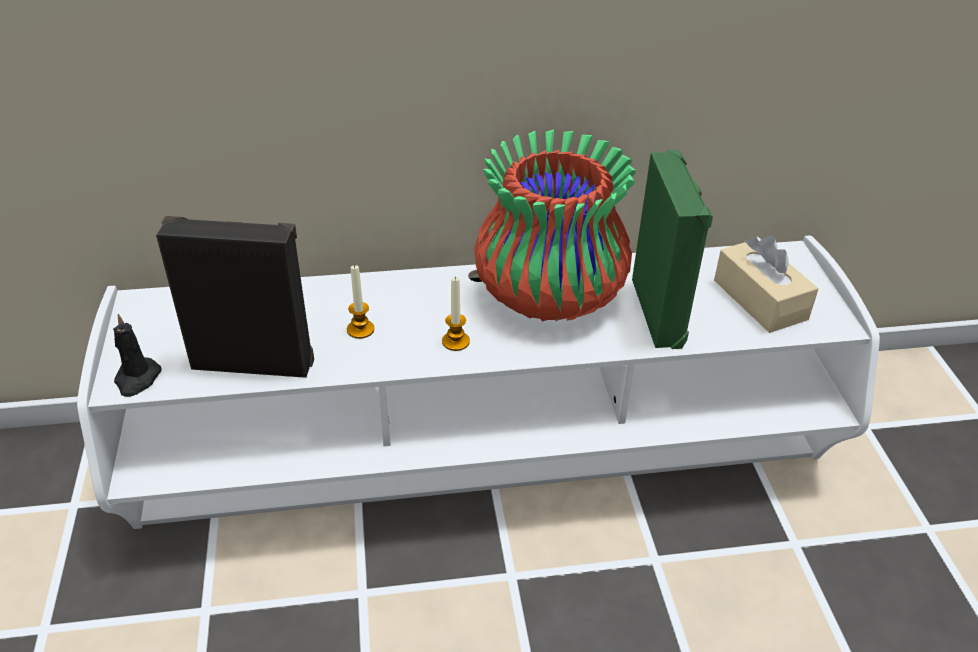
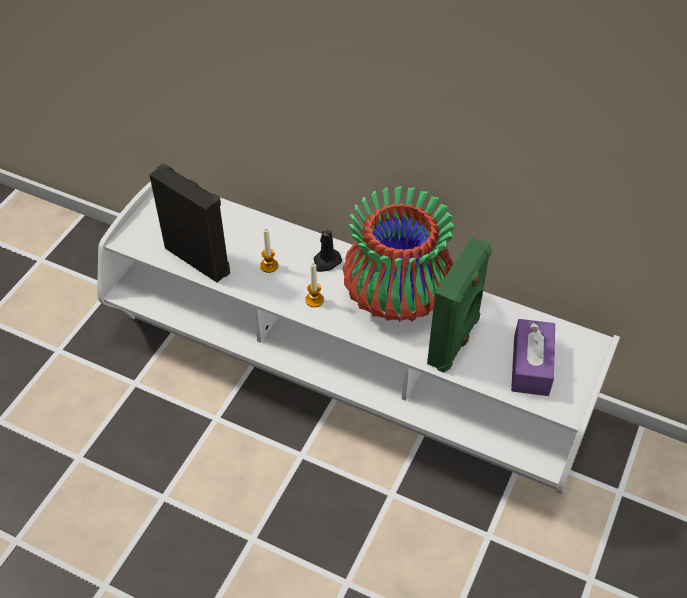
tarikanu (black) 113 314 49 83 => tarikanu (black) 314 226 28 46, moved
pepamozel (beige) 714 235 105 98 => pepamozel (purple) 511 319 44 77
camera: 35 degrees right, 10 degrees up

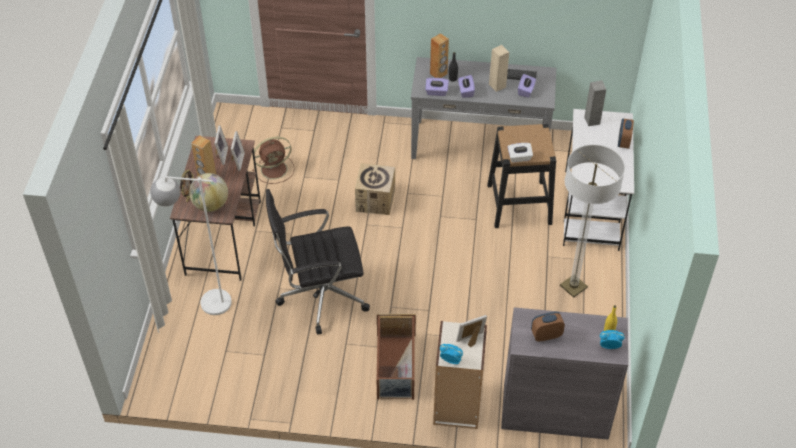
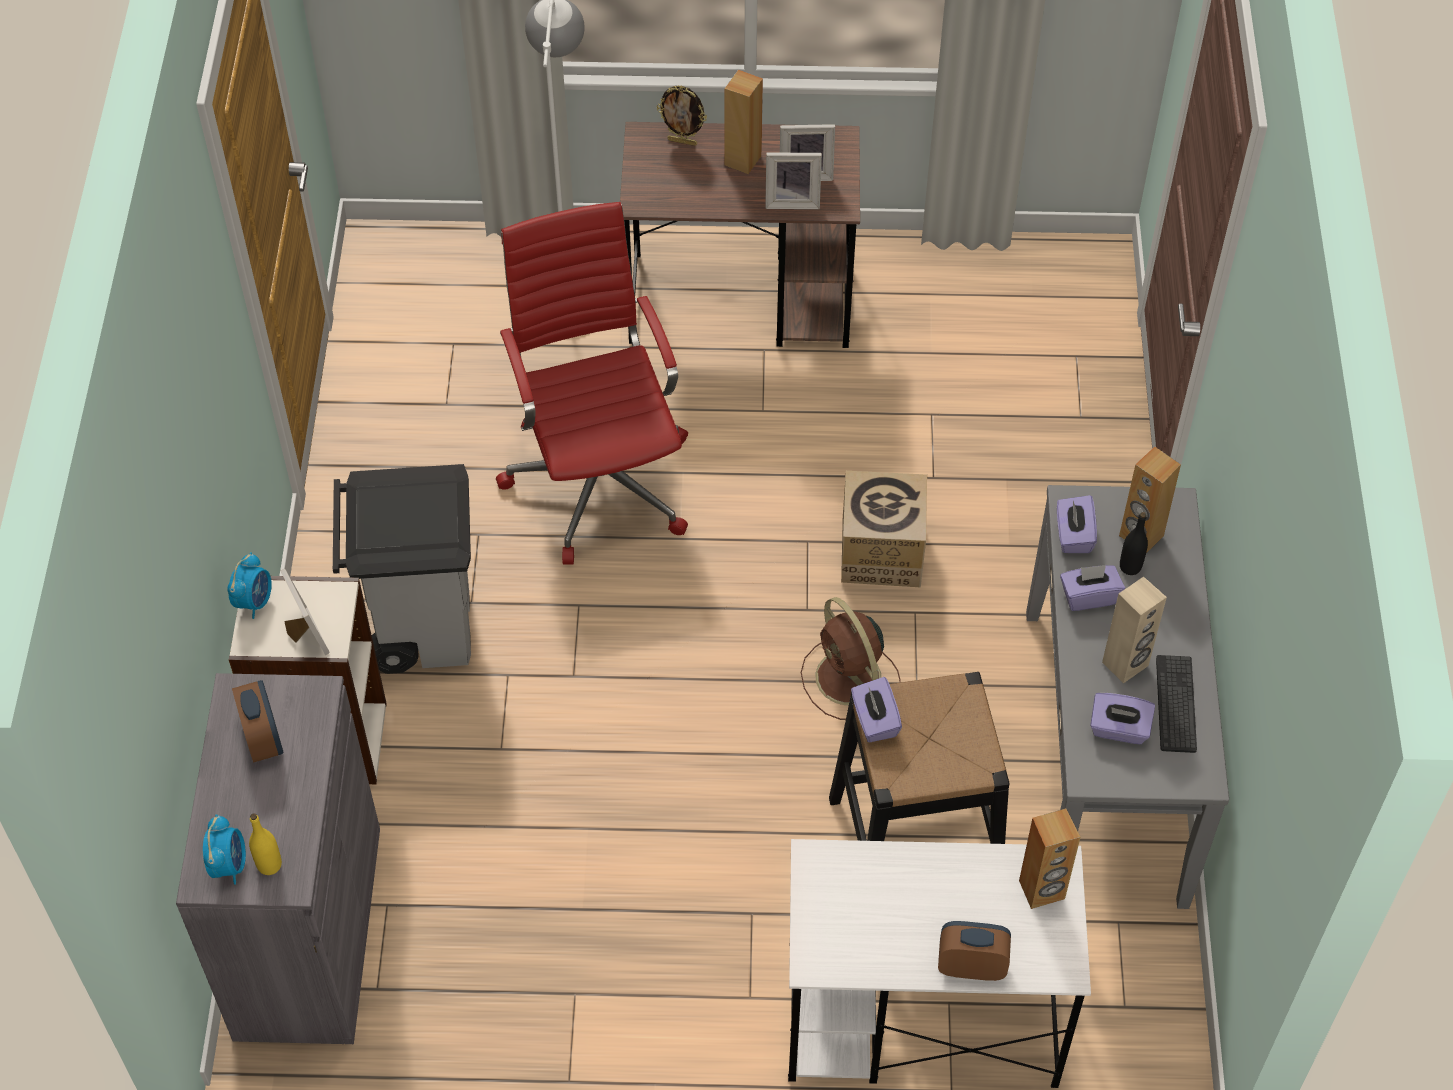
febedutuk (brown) 376 314 40 86 => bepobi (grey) 333 464 138 210
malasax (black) 266 189 104 146 => malasax (red) 496 202 192 363
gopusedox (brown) 252 137 42 47 => gopusedox (brown) 801 597 100 123, moved
pepamozel (white) 508 143 25 19 => pepamozel (purple) 851 677 51 65
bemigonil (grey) 584 80 22 46 => bemigonil (brown) 1019 808 61 101
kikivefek 189 173 39 39 => nothing
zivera 560 144 65 154 => nothing
camera: 85 degrees right, 5 degrees up

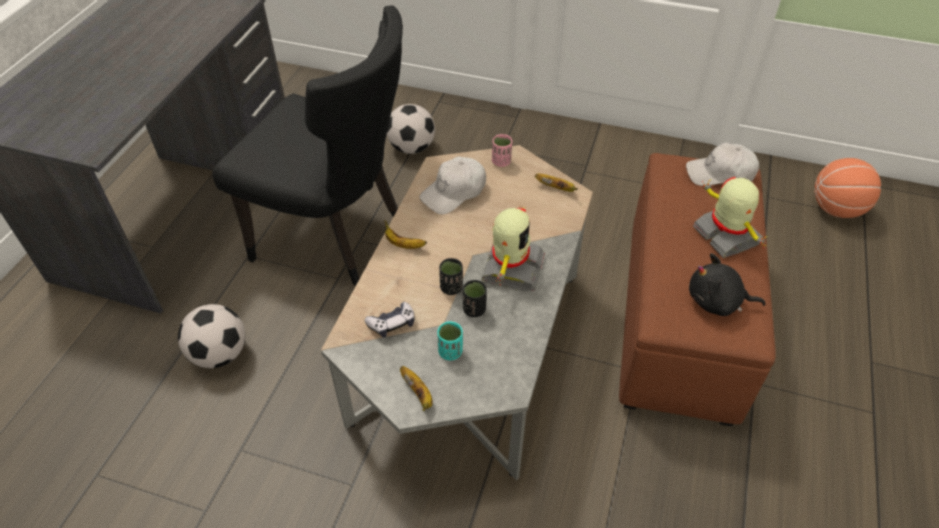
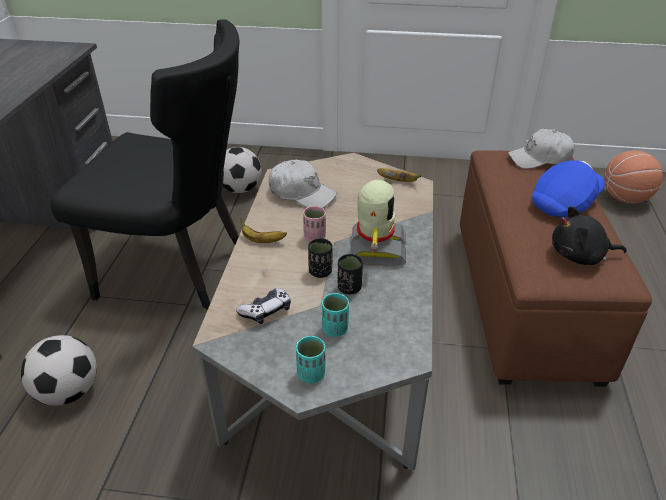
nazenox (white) 419 157 67 57 => nazenox (white) 268 160 69 48, 105 degrees counterclockwise
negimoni 400 366 33 45 => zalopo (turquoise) 296 336 29 47
zalopo (pink) 492 134 20 33 => zalopo (pink) 303 206 23 36, moved
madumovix 693 177 73 81 => nazenox (blue) 532 160 73 57
camera: 10 degrees left, 10 degrees down

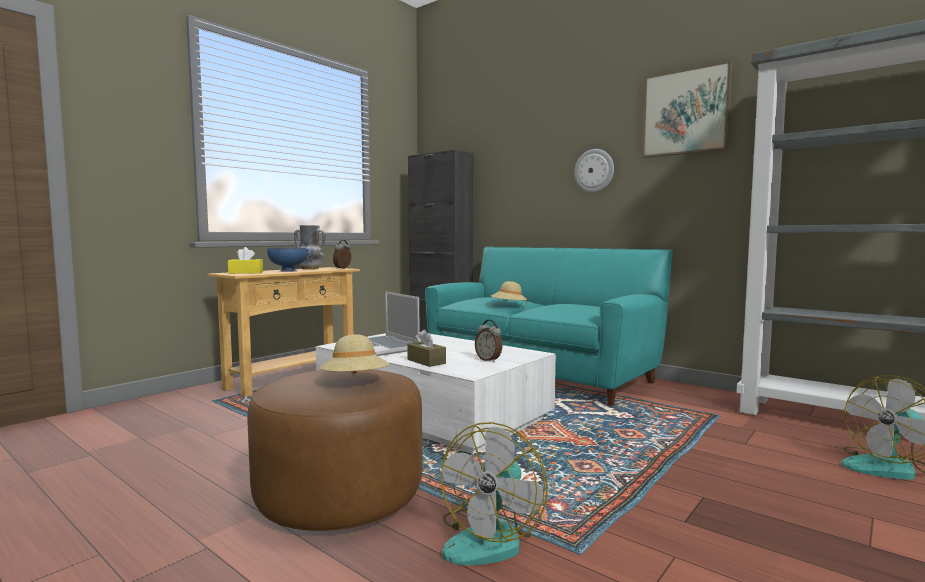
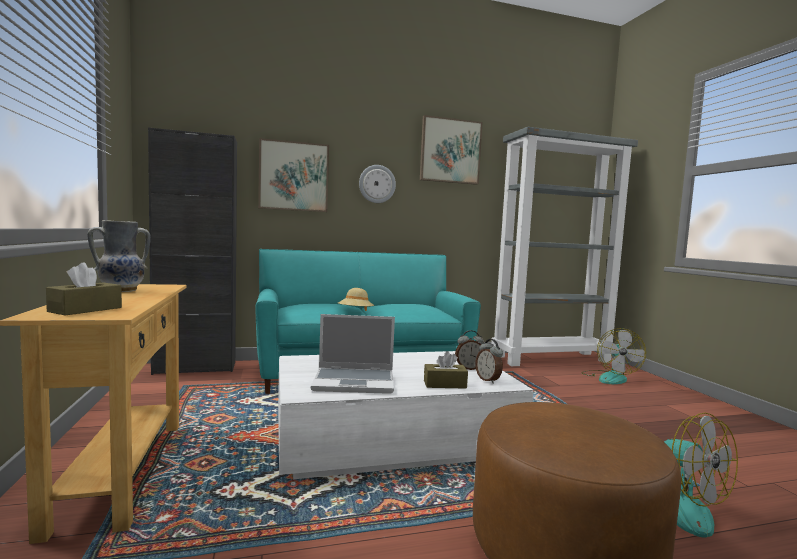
pepamozel (yellow) 228 247 35 27 => pepamozel (brown) 46 262 76 53
nothing => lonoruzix 258 138 71 74
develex 333 240 18 29 => develex 475 339 28 45, moved
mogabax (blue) 267 248 40 24 => nothing
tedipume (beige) 320 334 69 40 => nothing
camera: 55 degrees left, 0 degrees up

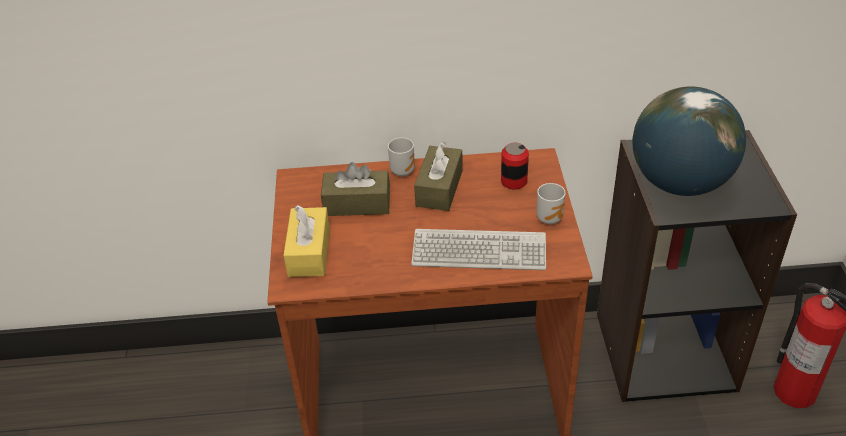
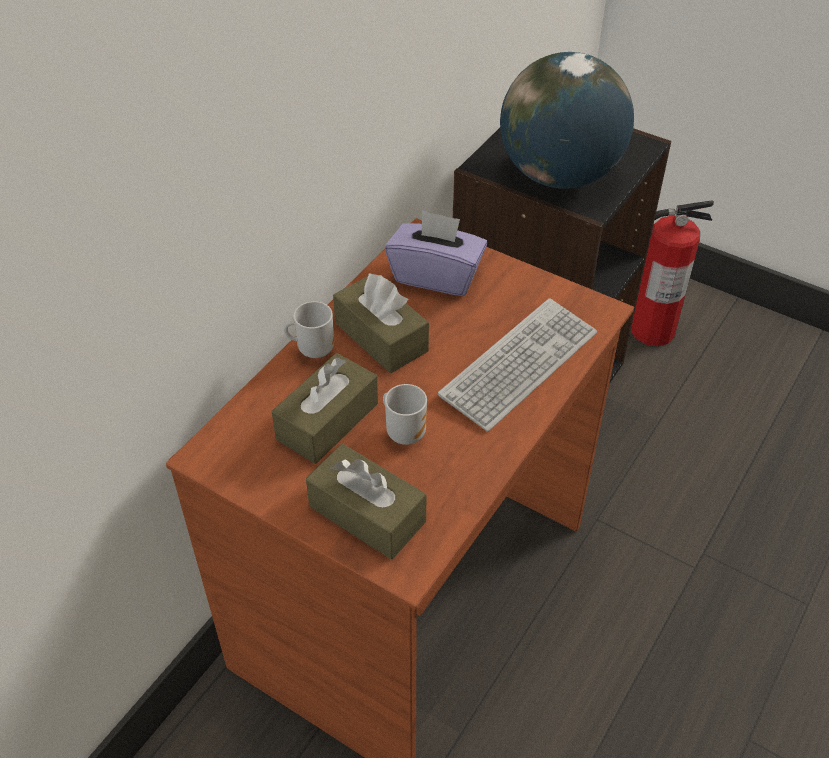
pepamozel (yellow) 283 205 47 72 => pepamozel (brown) 306 444 121 115
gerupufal 537 183 29 41 => gerupufal 383 384 44 61, moved
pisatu 501 143 28 46 => pepamozel (purple) 385 210 103 86
camera: 55 degrees left, 5 degrees up

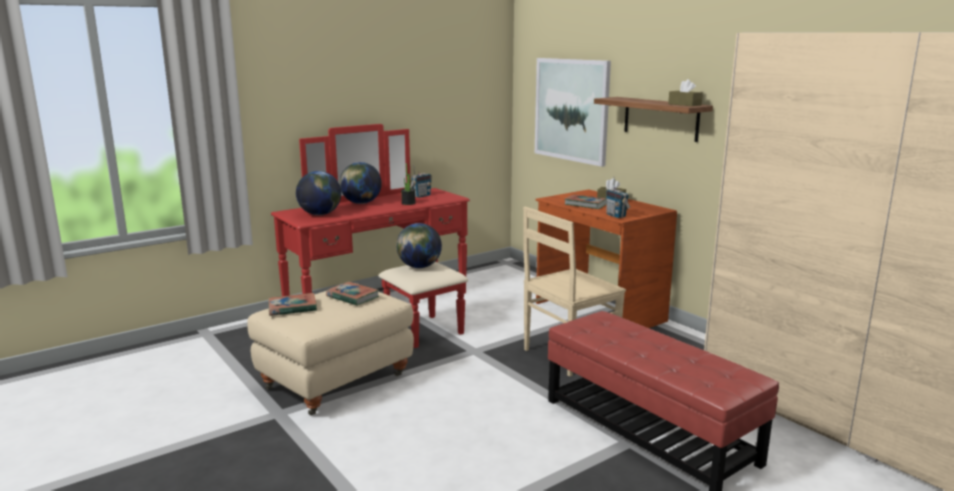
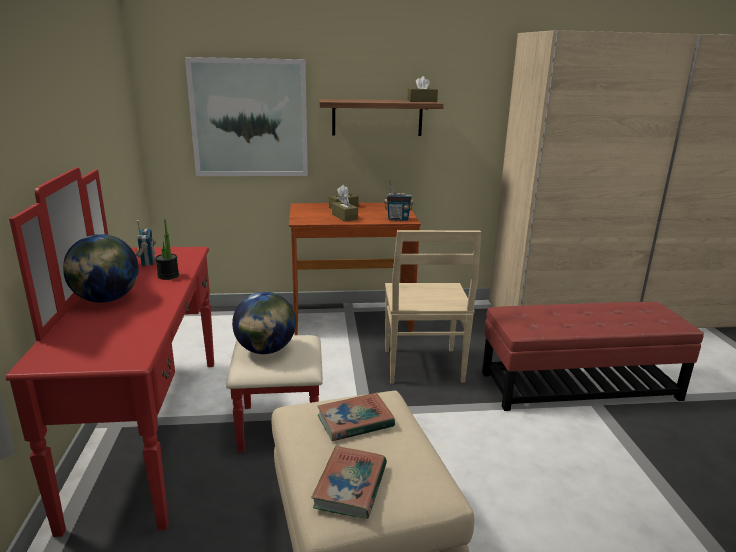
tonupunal 565 195 41 14 => pepamozel (brown) 332 194 26 28
kikivefek 296 171 45 44 => nothing
camera: 60 degrees left, 5 degrees up

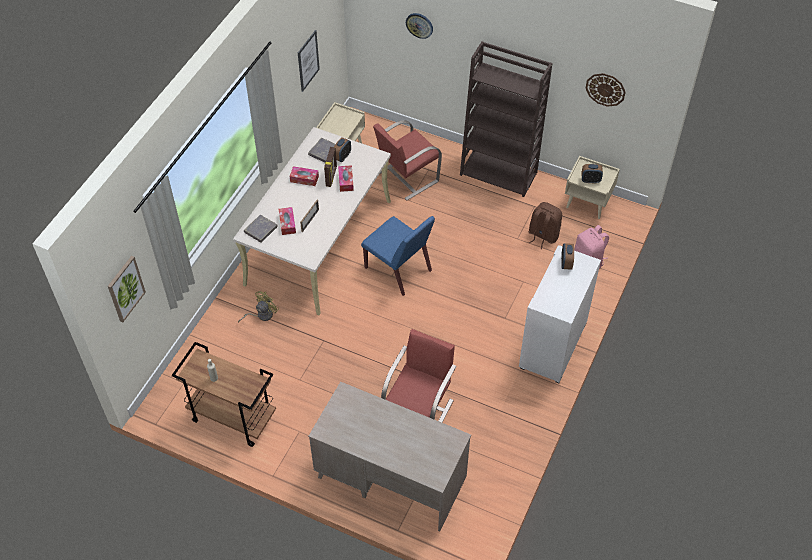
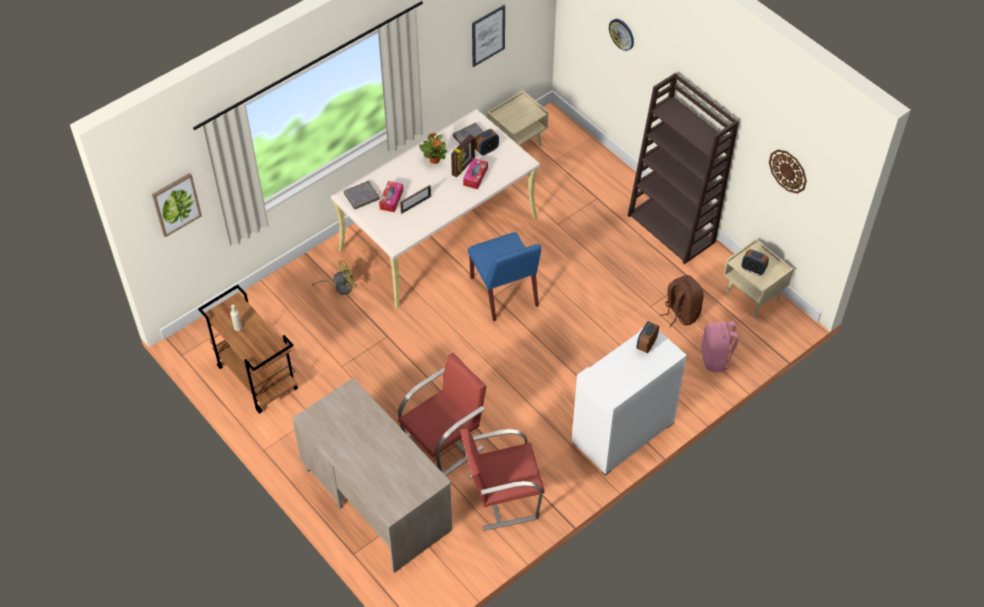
pepamozel 290 166 29 20 => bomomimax 419 133 28 31
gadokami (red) 373 120 69 80 => gadokami (red) 460 429 85 102, moved
camera: 25 degrees right, 0 degrees up

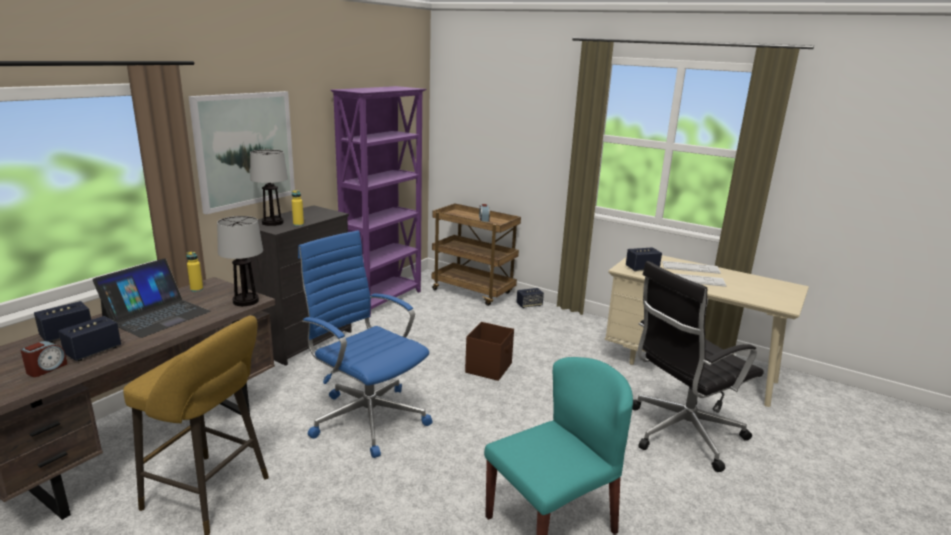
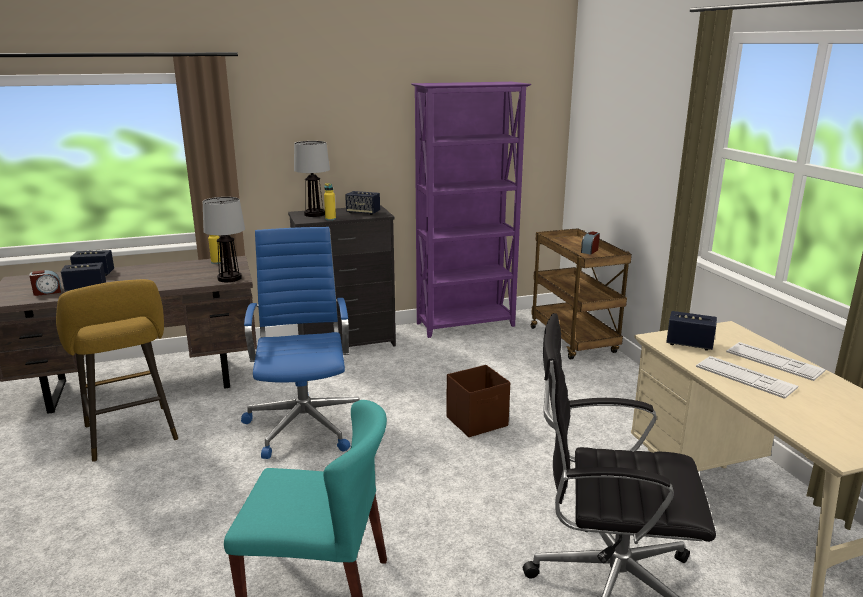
bemigonil 516 288 28 20 => bemigonil 345 191 35 24, moved
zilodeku 93 258 117 80 => nothing
lonoruzix 188 91 107 123 => nothing
camera: 40 degrees right, 0 degrees up

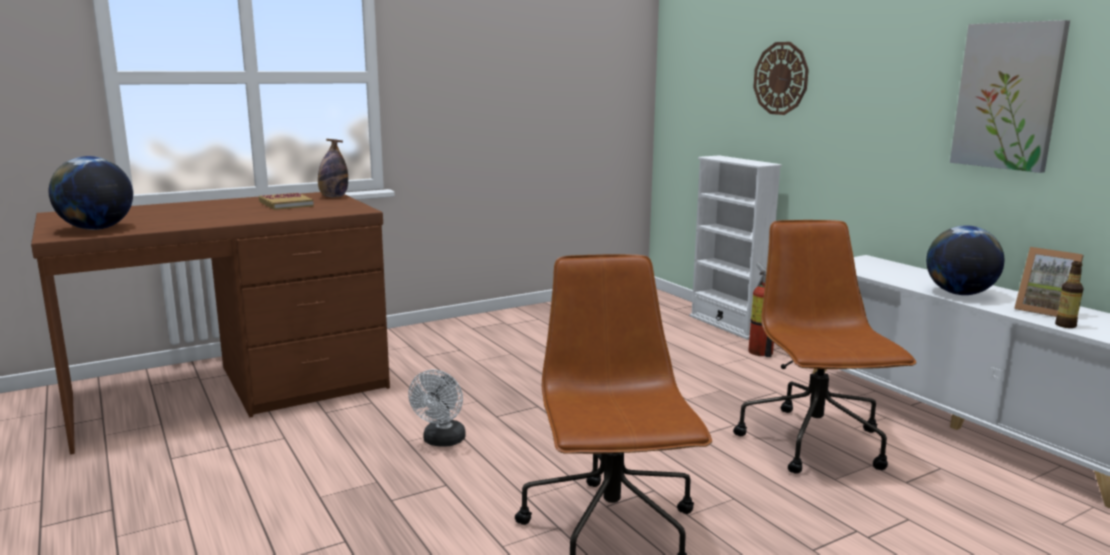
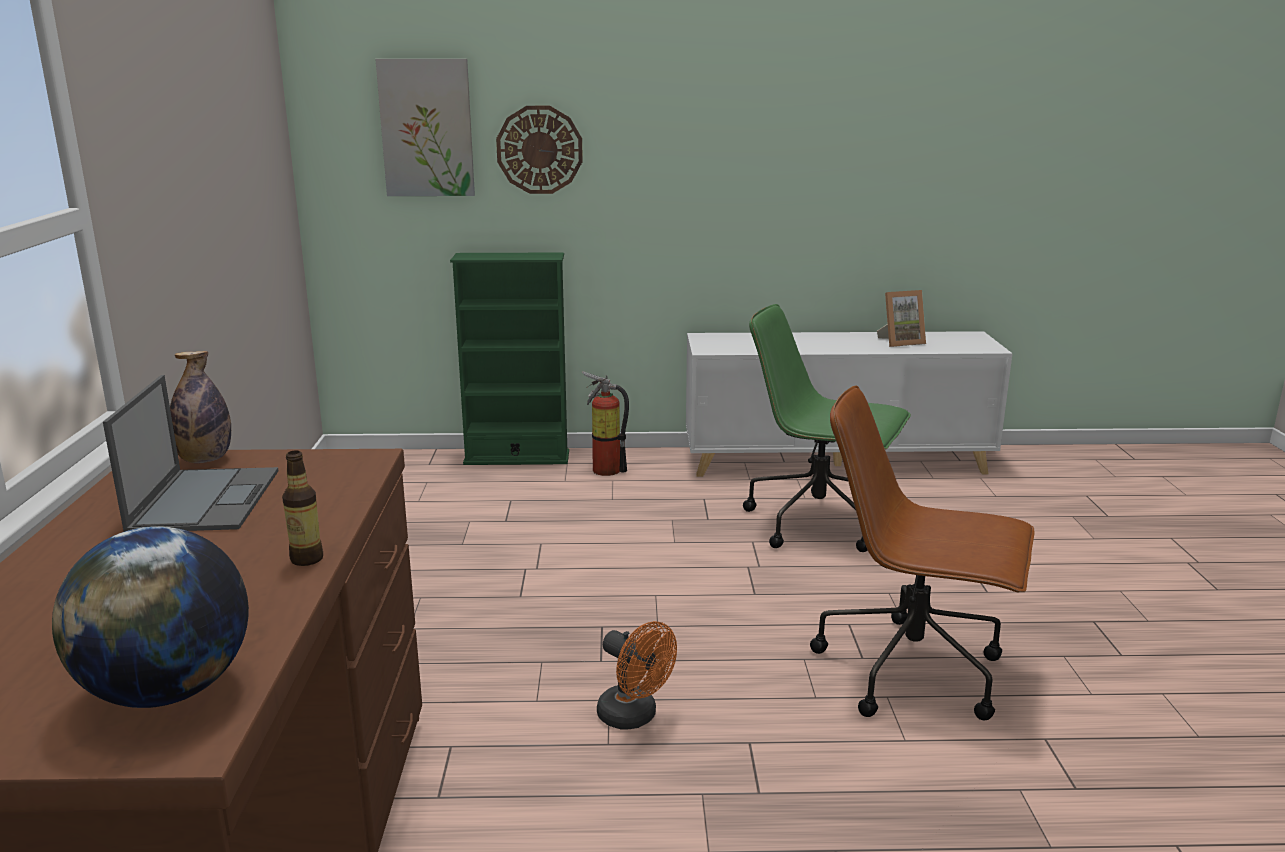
tonupunal 259 193 55 17 => zilodeku 103 375 175 157
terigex 1055 261 29 67 => terigex 282 450 41 116, moved
lonoruzix 950 20 120 153 => lonoruzix 376 59 99 137, moved
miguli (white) 689 155 93 184 => miguli (green) 450 252 119 213
gopusedox (white) 408 370 58 76 => gopusedox (orange) 597 621 80 109
malasax (brown) 733 220 184 254 => malasax (green) 743 304 168 248
kikivefek 926 225 78 70 => nothing
camera: 60 degrees left, 5 degrees up

